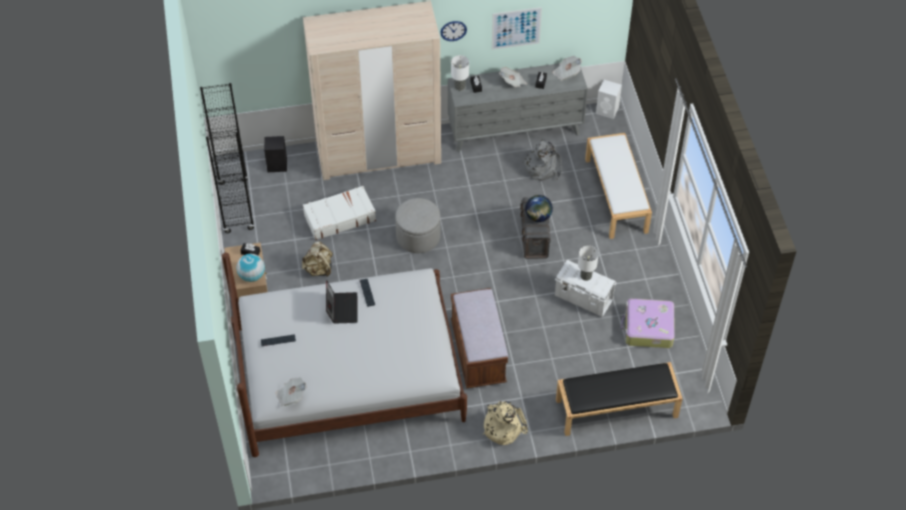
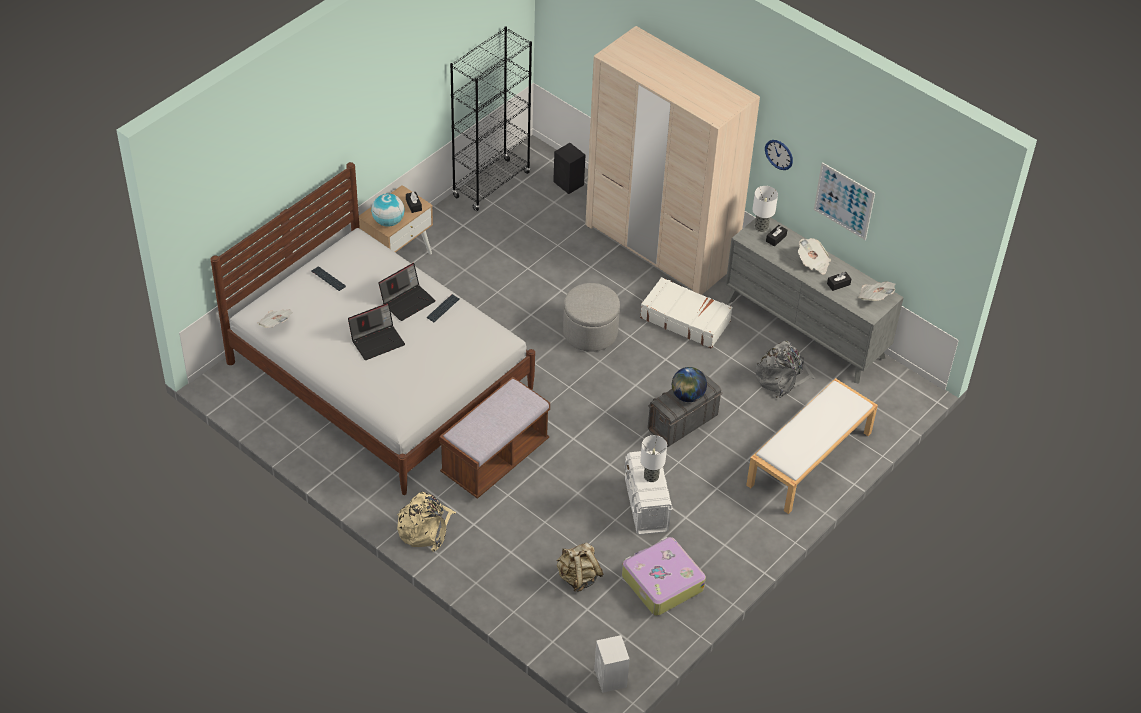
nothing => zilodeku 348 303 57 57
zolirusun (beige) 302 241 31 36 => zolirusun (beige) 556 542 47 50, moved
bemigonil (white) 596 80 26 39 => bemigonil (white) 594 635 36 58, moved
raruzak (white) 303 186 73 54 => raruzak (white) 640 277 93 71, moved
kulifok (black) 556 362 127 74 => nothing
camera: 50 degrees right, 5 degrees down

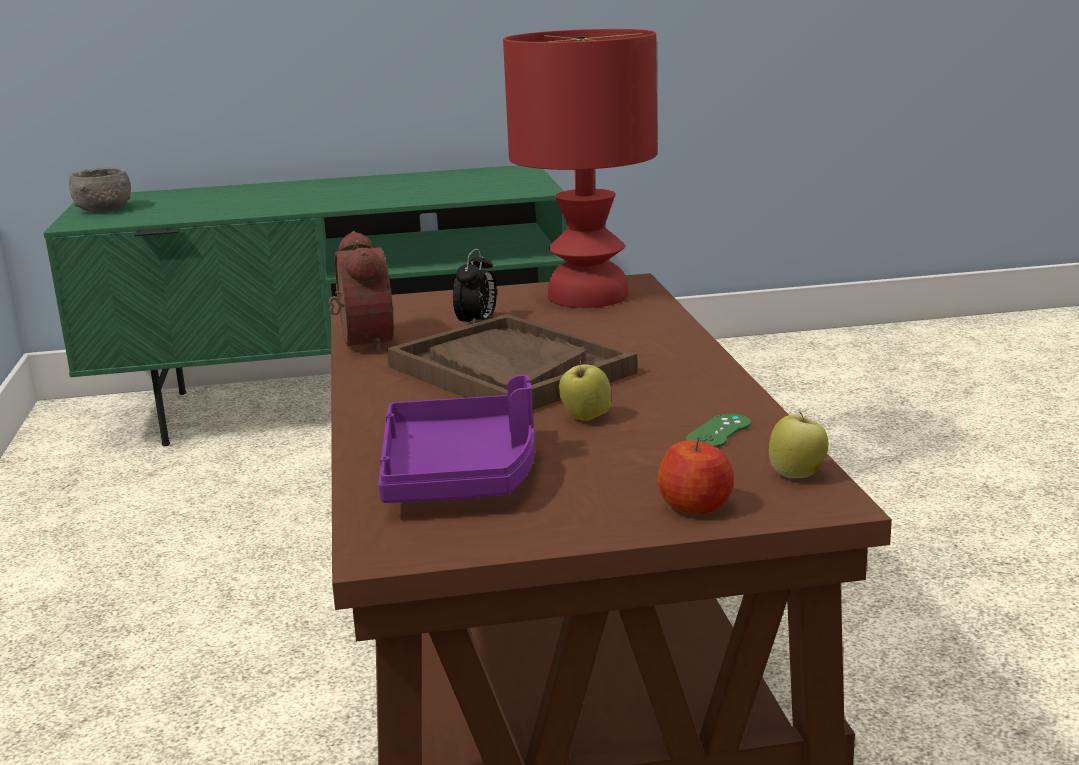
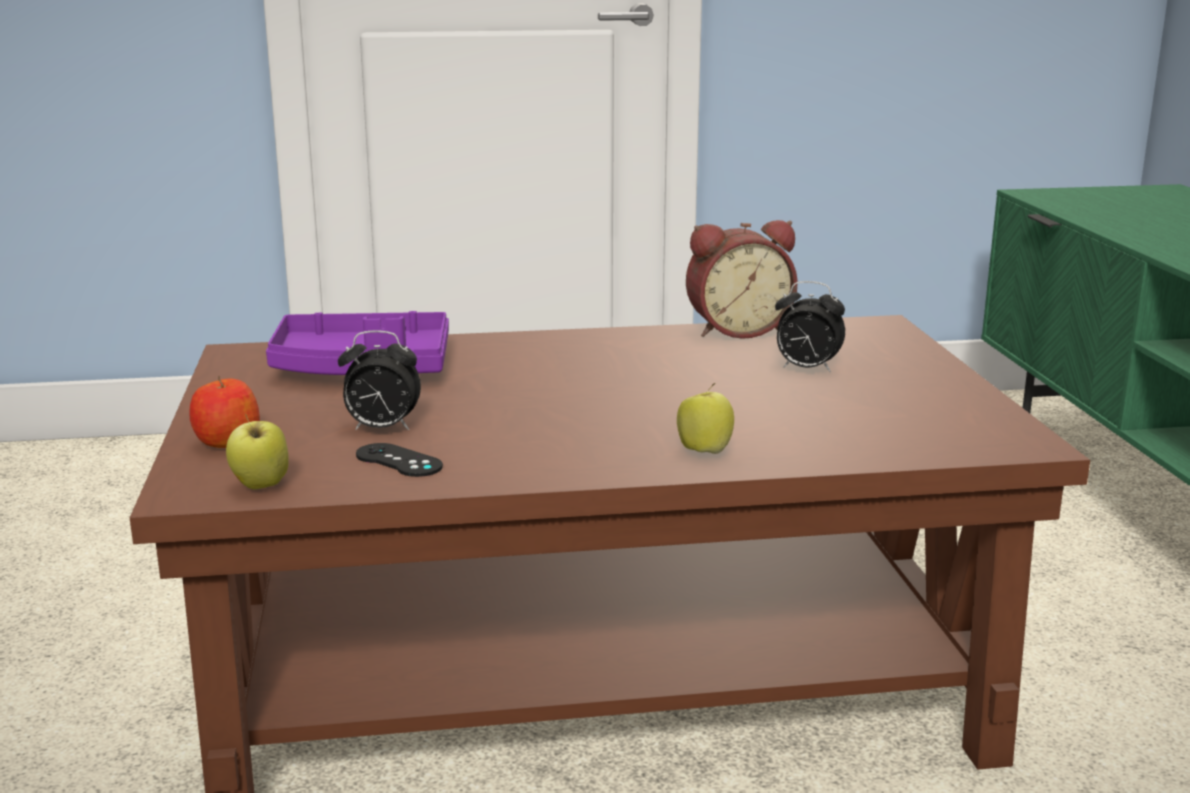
nothing => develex 338 331 83 99
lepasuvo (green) 685 414 66 34 => lepasuvo (black) 356 443 87 34
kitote 559 357 52 63 => kitote 677 383 57 71, moved
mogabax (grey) 69 167 62 45 => nothing
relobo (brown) 387 314 250 96 => nothing
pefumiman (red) 503 29 154 279 => nothing
camera: 90 degrees right, 0 degrees up

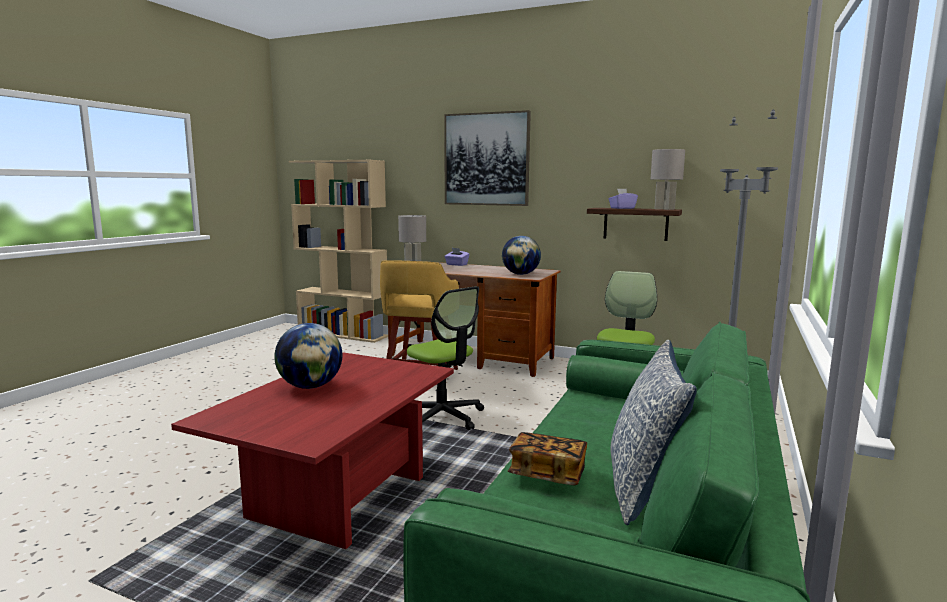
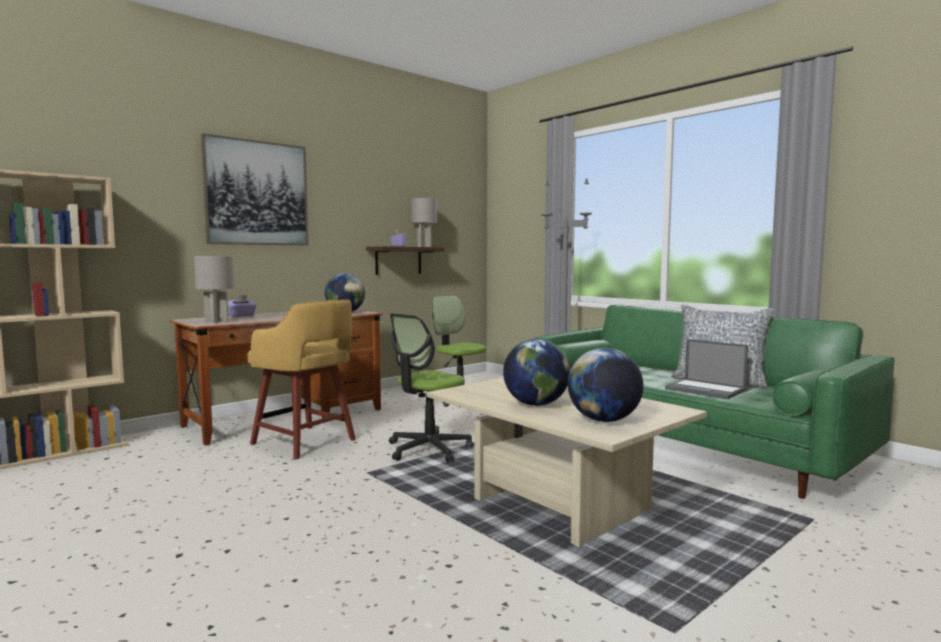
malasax 407 286 77 144 => malasax 389 313 84 149, 150 degrees clockwise
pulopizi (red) 171 352 283 197 => pulopizi (beige) 427 377 280 170
nothing => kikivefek 568 348 75 74
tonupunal 508 432 79 53 => zilodeku 665 339 83 60
camera: 65 degrees left, 5 degrees down

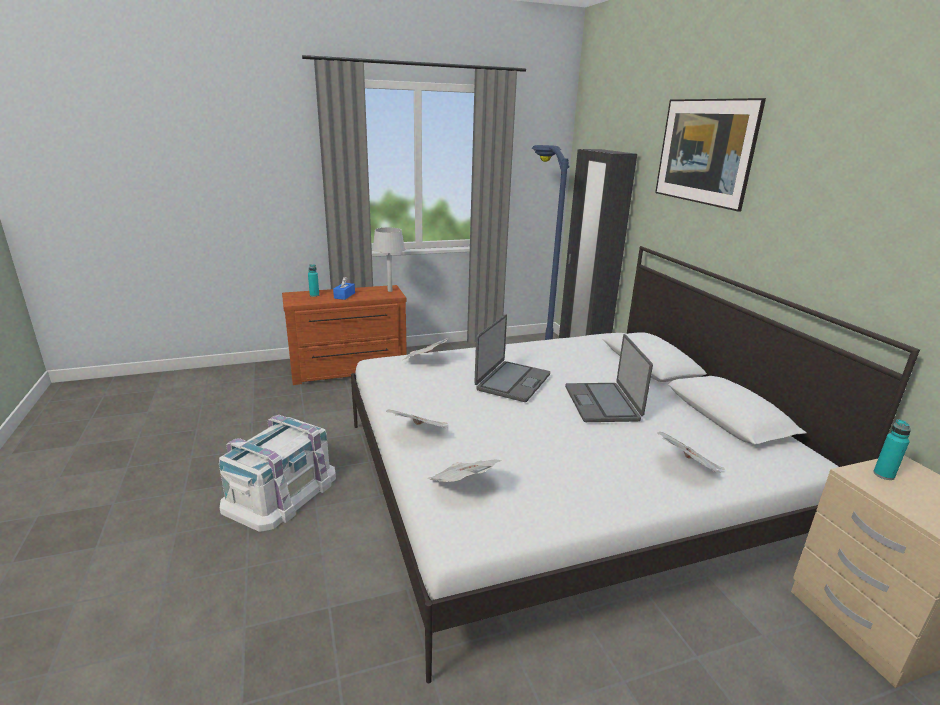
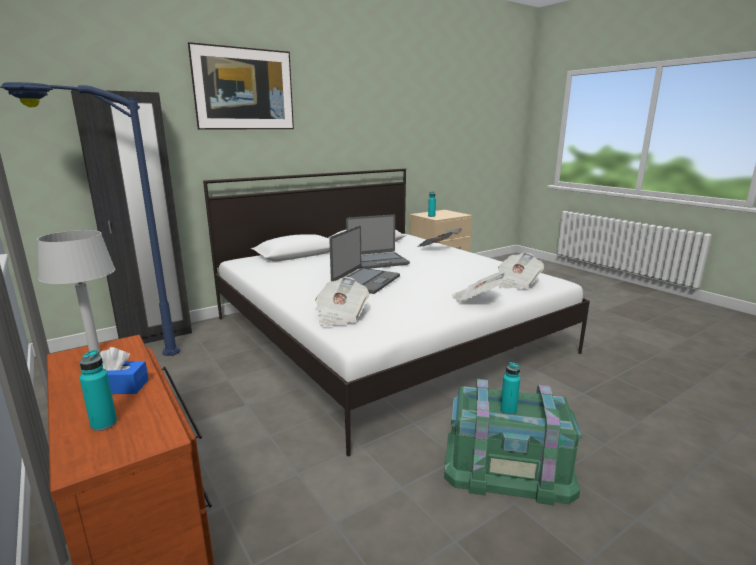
zilodeku 474 314 76 88 => zilodeku 329 226 71 68, 105 degrees clockwise
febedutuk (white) 219 415 117 117 => febedutuk (green) 444 379 138 126
nothing => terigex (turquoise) 500 362 20 53
camera: 105 degrees left, 5 degrees down

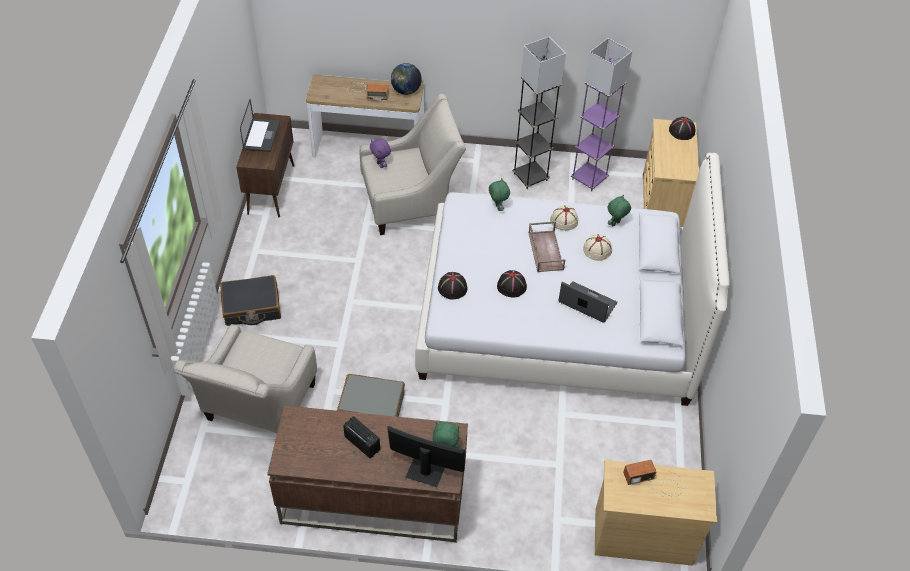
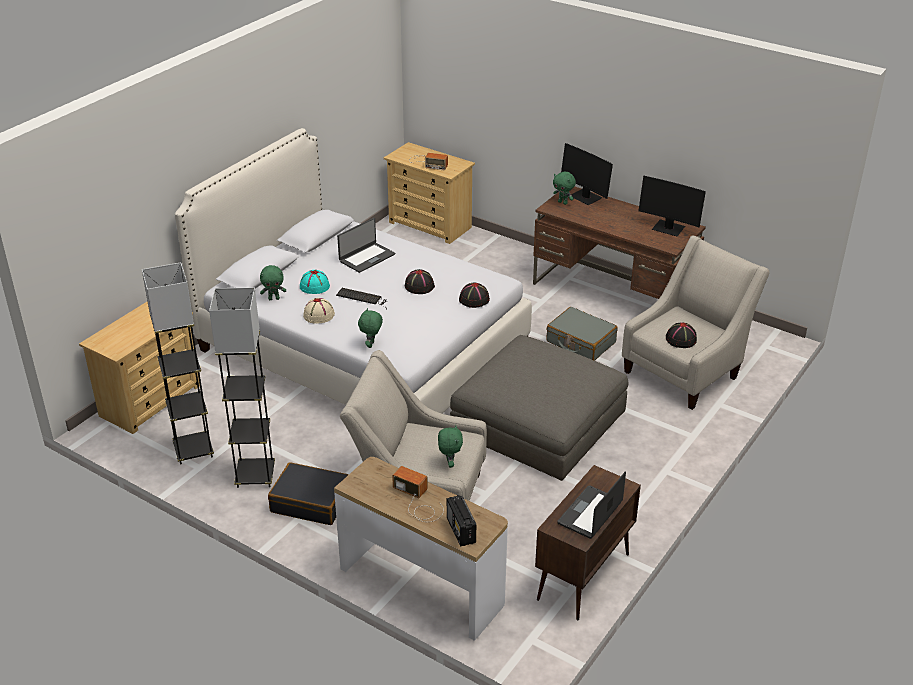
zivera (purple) 571 38 61 153 => zivera (grey) 142 262 72 202
raruzak (black) 220 275 61 51 => raruzak (black) 268 462 81 63, moved
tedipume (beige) 583 234 29 27 => tedipume (turquoise) 300 270 30 24
relobo (brown) 529 221 36 51 => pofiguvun 336 288 52 21
zilodeku 558 281 59 42 => zilodeku 337 218 58 55, 105 degrees counterclockwise
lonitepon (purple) 370 139 21 29 => lonitepon (green) 438 425 25 43
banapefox 343 416 37 42 => banapefox 447 495 29 51, moved
nothing => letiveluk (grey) 450 335 178 146
nothing => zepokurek 638 176 68 61
tedipume (black) 669 117 26 23 => tedipume (black) 666 322 31 26, moved
kikivefek 391 63 31 32 => nothing
camera: 150 degrees left, 15 degrees down

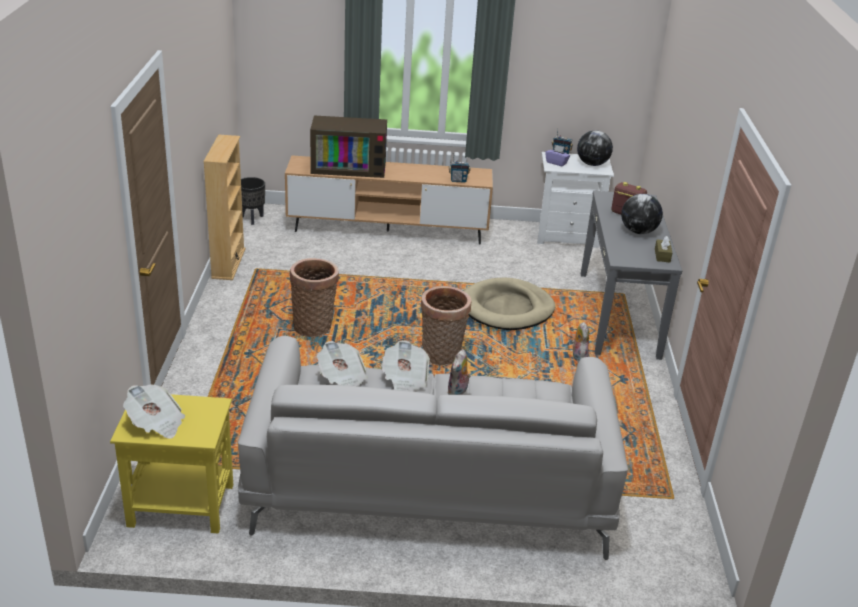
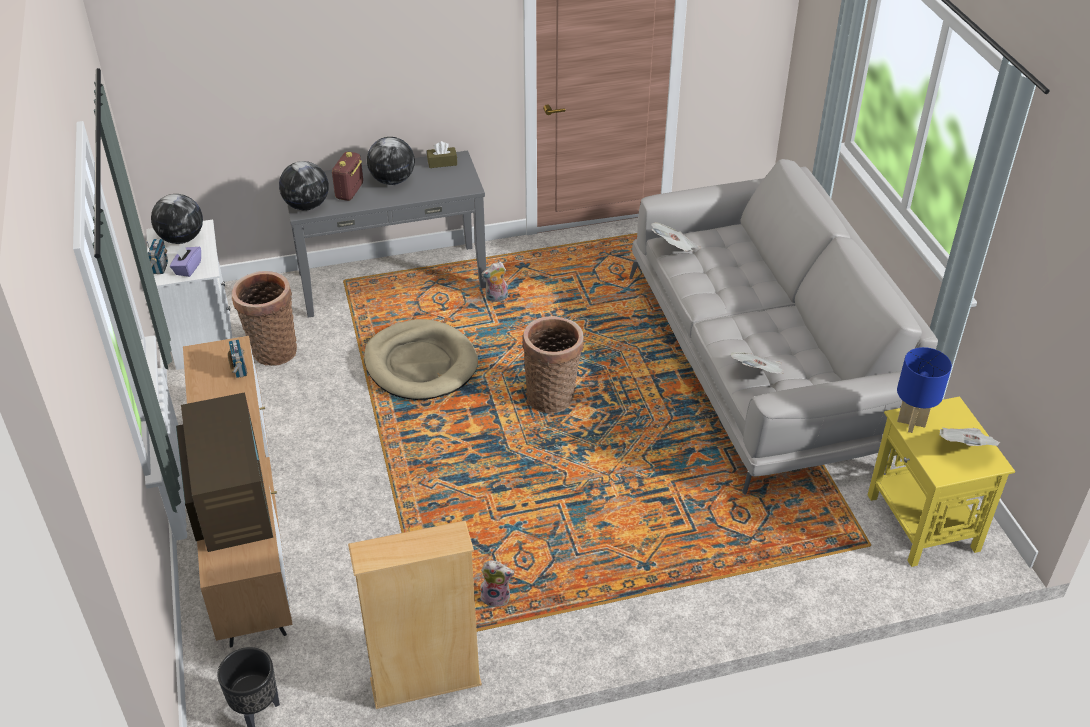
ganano 290 258 49 79 => ganano 232 271 65 95, moved
nothing => kikivefek 279 161 50 50
lonitepon 447 349 24 46 => lonitepon 480 560 34 46, moved
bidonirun 381 340 49 51 => bidonirun 651 222 50 29, moved
nothing => pefumiman (blue) 897 347 55 86
camera: 105 degrees left, 10 degrees up

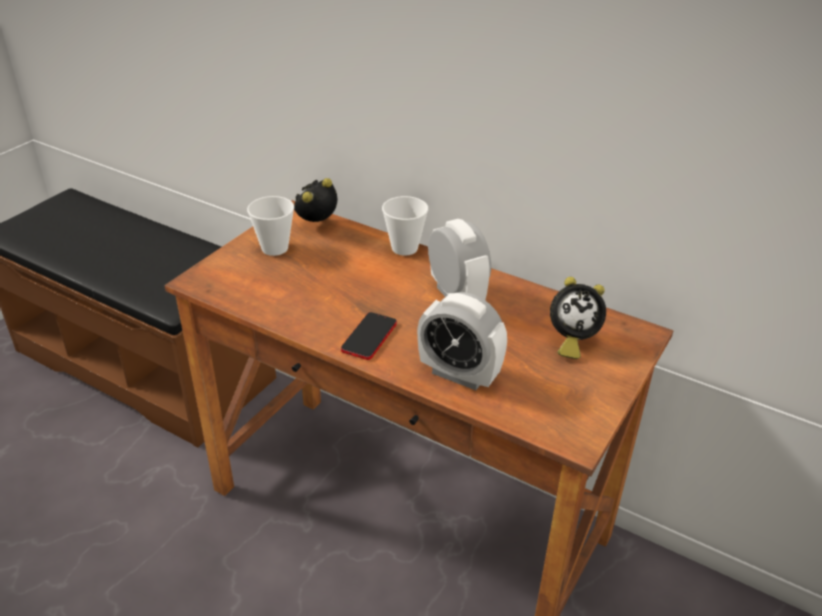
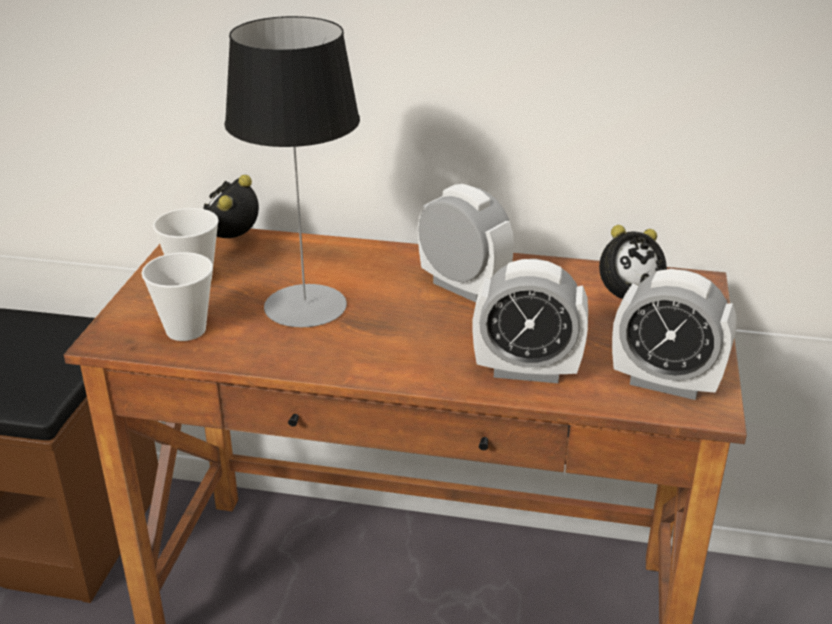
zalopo 382 196 46 60 => zalopo 141 252 72 89, moved
nothing => pefumiman 225 16 135 311
nothing => develex 612 269 125 131
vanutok 341 312 56 48 => nothing
camera: 20 degrees left, 5 degrees down

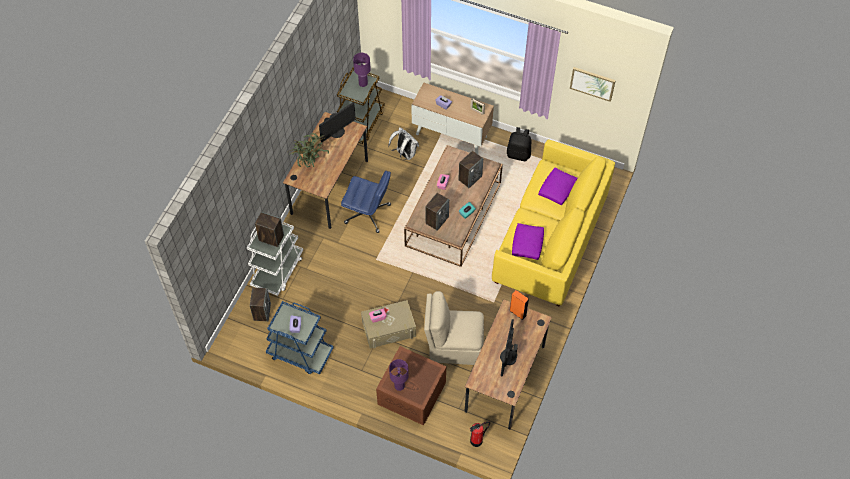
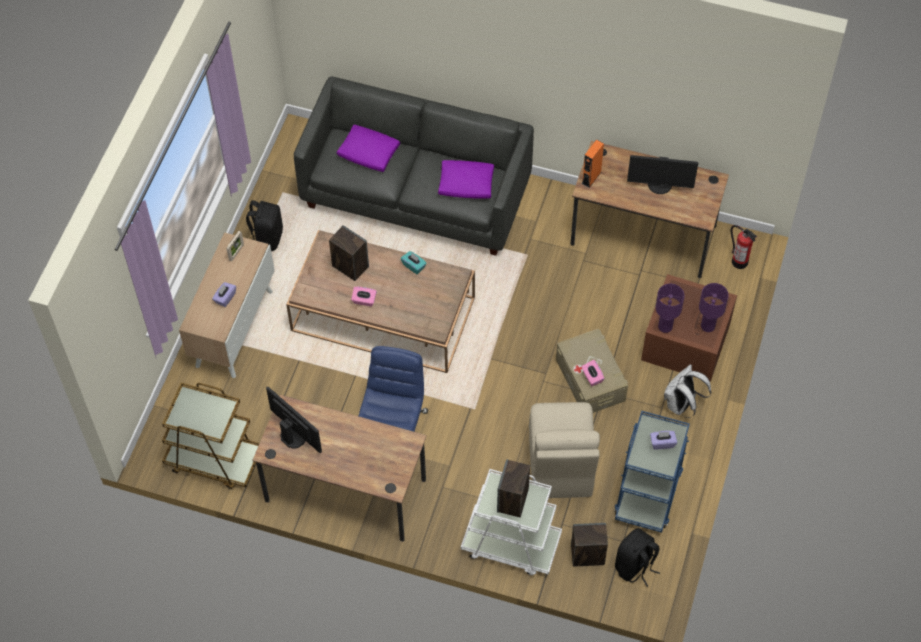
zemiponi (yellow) 492 140 123 167 => zemiponi (grey) 294 76 240 180
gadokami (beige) 424 291 60 74 => gadokami (beige) 529 402 71 96, moved
nothing => zolirusun (black) 615 528 45 59
pefumiman (purple) 353 53 18 34 => pefumiman (purple) 655 284 30 49, moved
zolirusun (white) 388 127 31 33 => zolirusun (white) 664 364 47 54, moved
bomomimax 288 133 41 34 => nothing
bemigonil 425 193 24 38 => nothing
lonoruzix 570 67 46 35 => nothing
camera: 95 degrees left, 0 degrees up

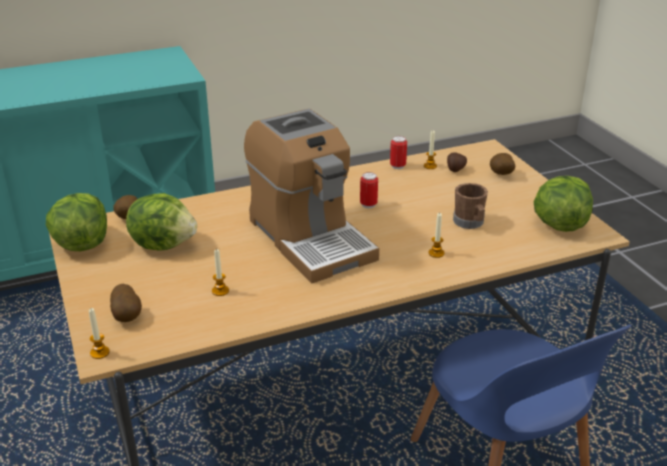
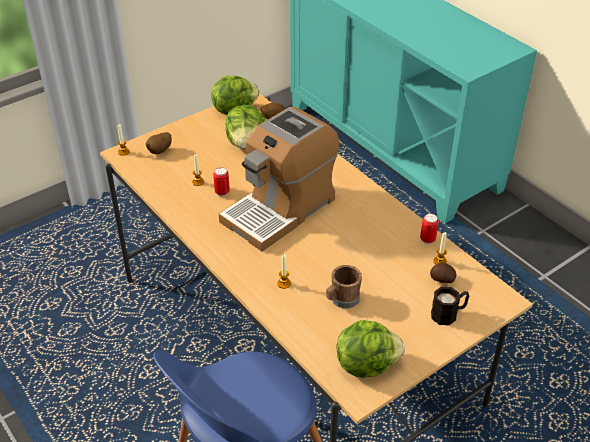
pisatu 360 172 18 36 => pisatu 213 167 17 30, moved
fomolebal 490 153 25 22 => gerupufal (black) 431 287 38 38
camera: 75 degrees right, 10 degrees up

